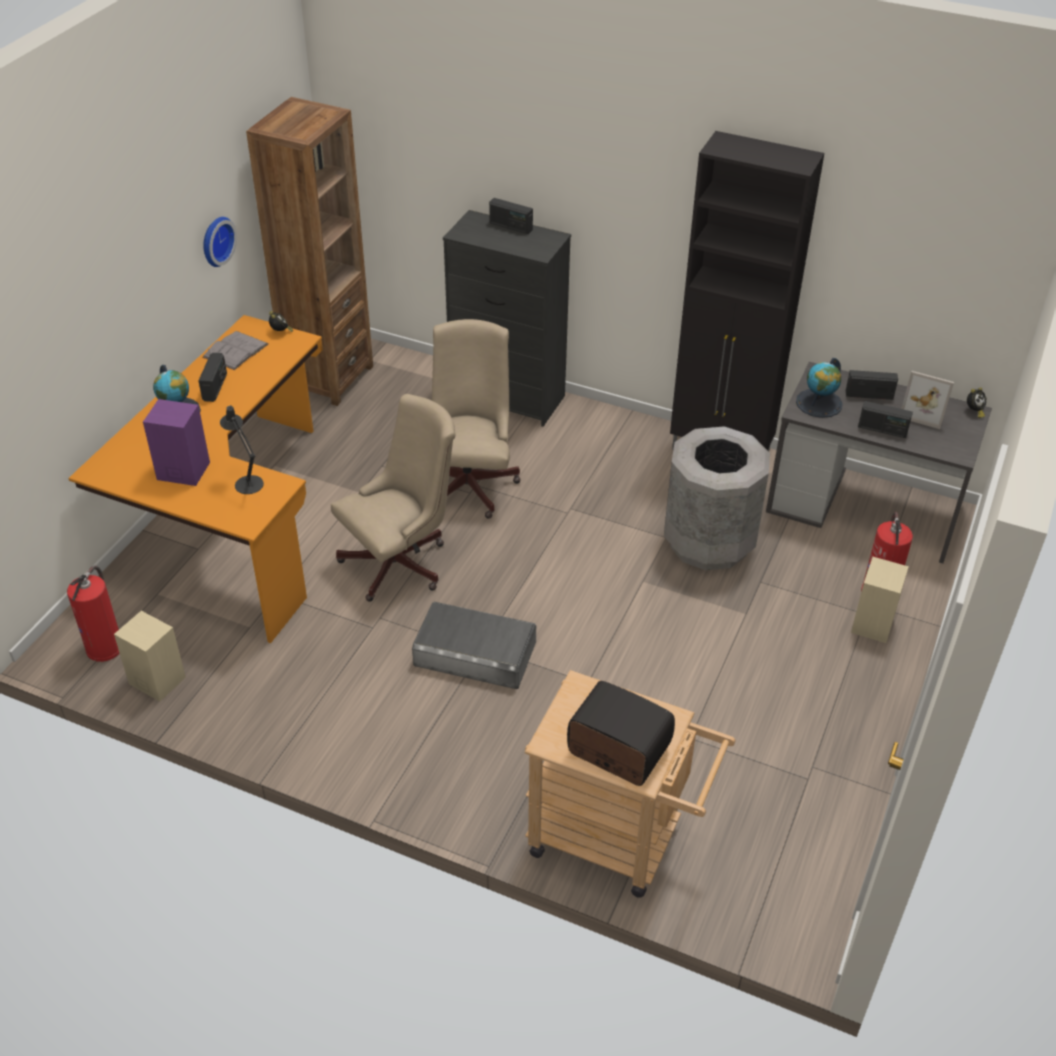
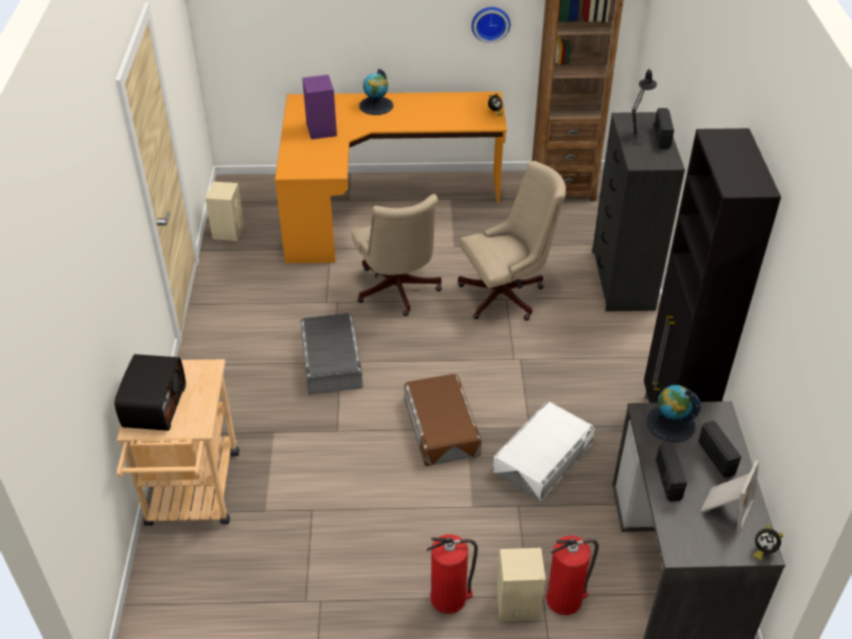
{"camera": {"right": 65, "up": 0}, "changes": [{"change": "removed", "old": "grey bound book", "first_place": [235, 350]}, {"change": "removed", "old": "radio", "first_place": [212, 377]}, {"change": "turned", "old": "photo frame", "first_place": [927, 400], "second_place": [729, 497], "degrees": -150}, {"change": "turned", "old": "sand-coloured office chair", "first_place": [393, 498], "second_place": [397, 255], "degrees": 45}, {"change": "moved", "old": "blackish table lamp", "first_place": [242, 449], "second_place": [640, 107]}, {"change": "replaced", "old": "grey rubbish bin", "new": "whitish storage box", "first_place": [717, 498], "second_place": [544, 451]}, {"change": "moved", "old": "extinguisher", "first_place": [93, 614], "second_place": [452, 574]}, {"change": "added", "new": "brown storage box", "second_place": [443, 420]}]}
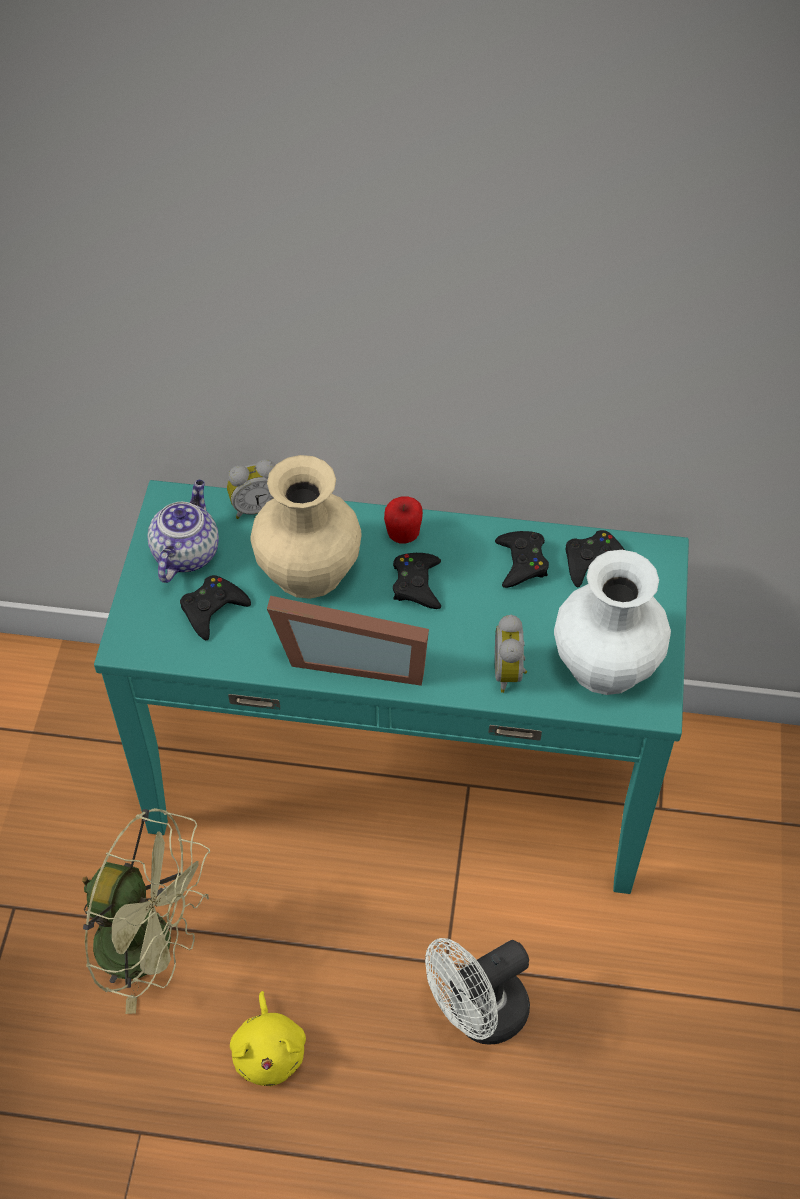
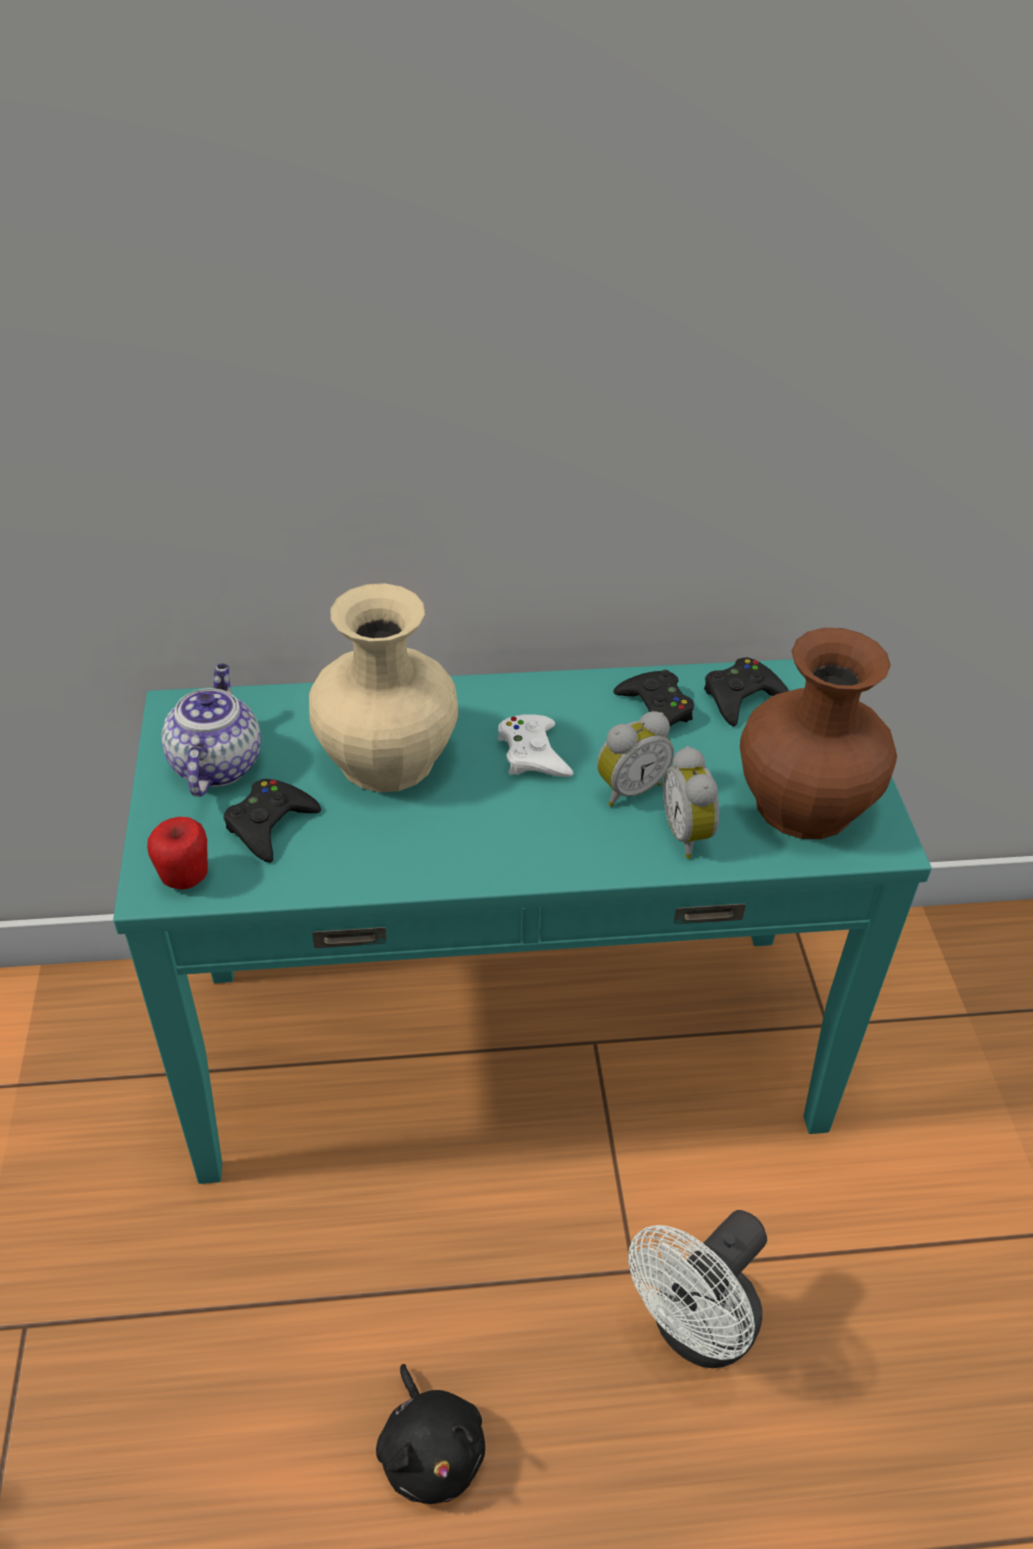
{"camera": {"right": -15, "up": -10}, "changes": [{"change": "moved", "old": "alarm clock", "first_place": [251, 489], "second_place": [635, 759]}, {"change": "moved", "old": "whole apple", "first_place": [403, 519], "second_place": [177, 853]}, {"change": "recoloured", "old": "whitish flower vase", "new": "brown flower vase", "first_place": [612, 622], "second_place": [818, 733]}, {"change": "recoloured", "old": "blackish game controller", "new": "whitish game controller", "first_place": [417, 581], "second_place": [535, 745]}, {"change": "removed", "old": "photo frame", "first_place": [348, 641]}, {"change": "removed", "old": "green-coloured electric fan", "first_place": [146, 911]}, {"change": "recoloured", "old": "yellow soft toy", "new": "blackish soft toy", "first_place": [268, 1038], "second_place": [430, 1434]}]}
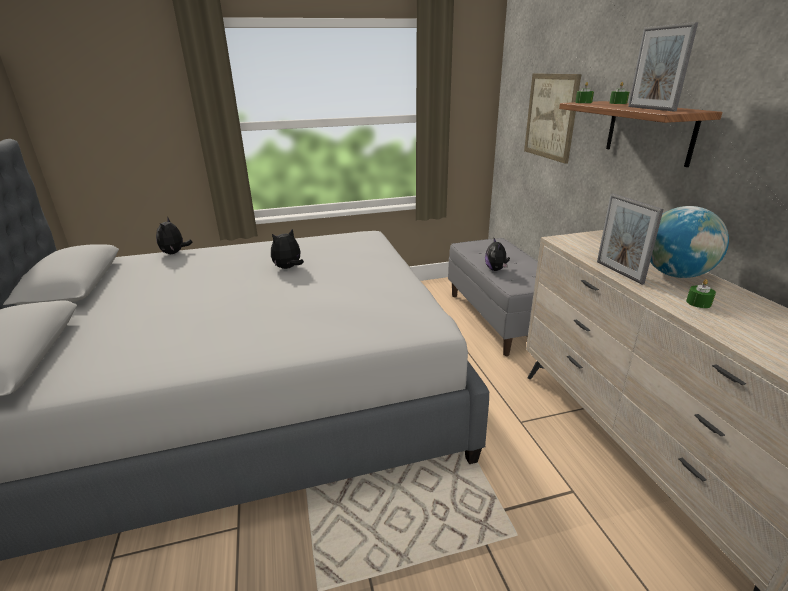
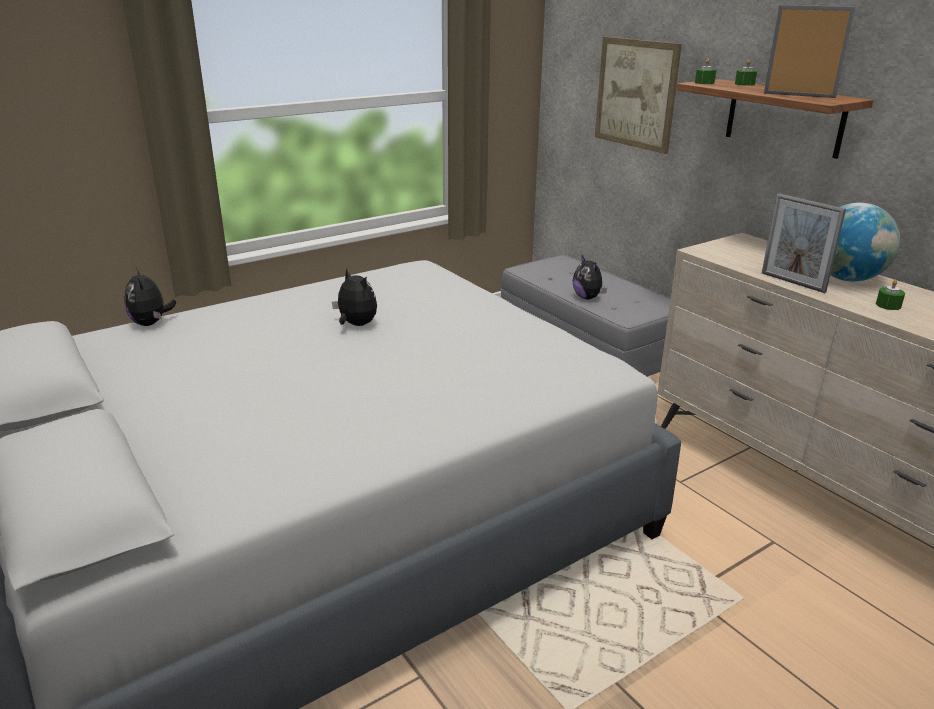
{"camera": {"right": -20, "up": 0}, "changes": [{"change": "turned", "old": "photo frame", "first_place": [663, 66], "second_place": [810, 51], "degrees": 150}, {"change": "turned", "old": "soft toy", "first_place": [287, 248], "second_place": [354, 297], "degrees": 105}]}
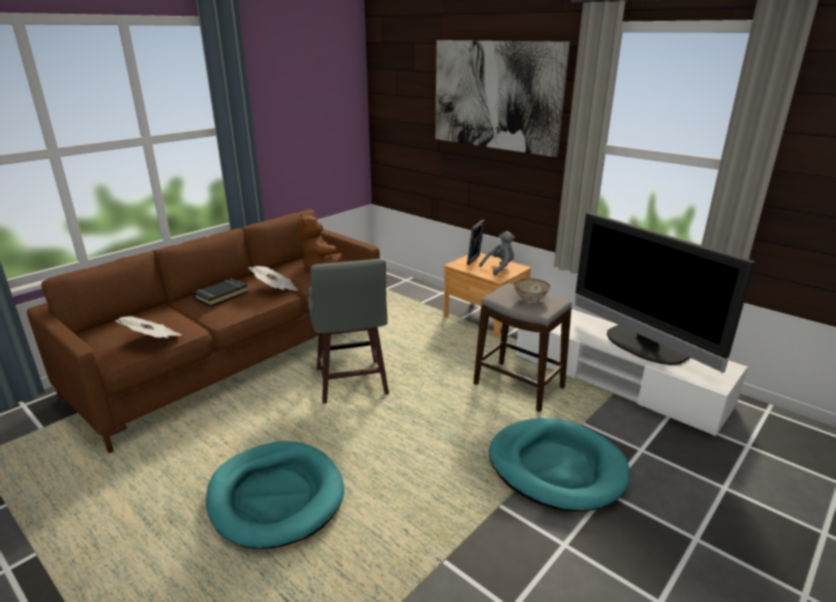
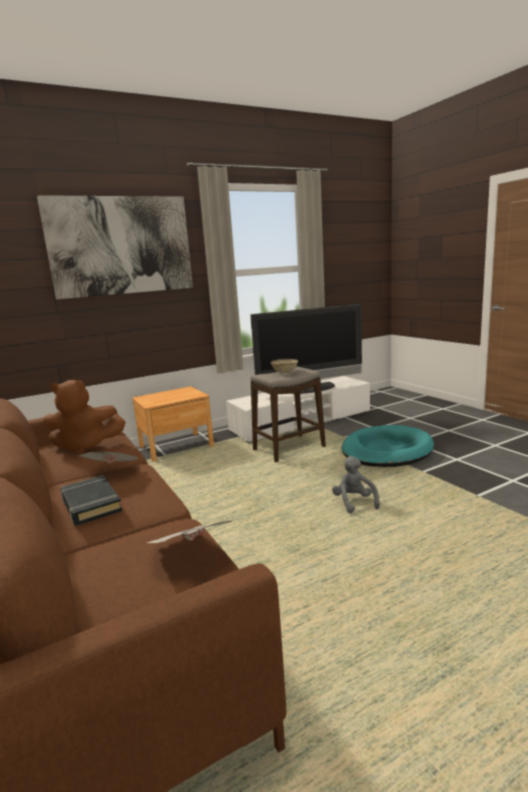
{"camera": {"right": -70, "up": -10}, "changes": [{"change": "removed", "old": "photo frame", "first_place": [476, 242]}, {"change": "moved", "old": "grey soft toy", "first_place": [497, 253], "second_place": [356, 485]}, {"change": "removed", "old": "grey stool", "first_place": [348, 331]}, {"change": "removed", "old": "blue-green pet bed", "first_place": [275, 495]}]}
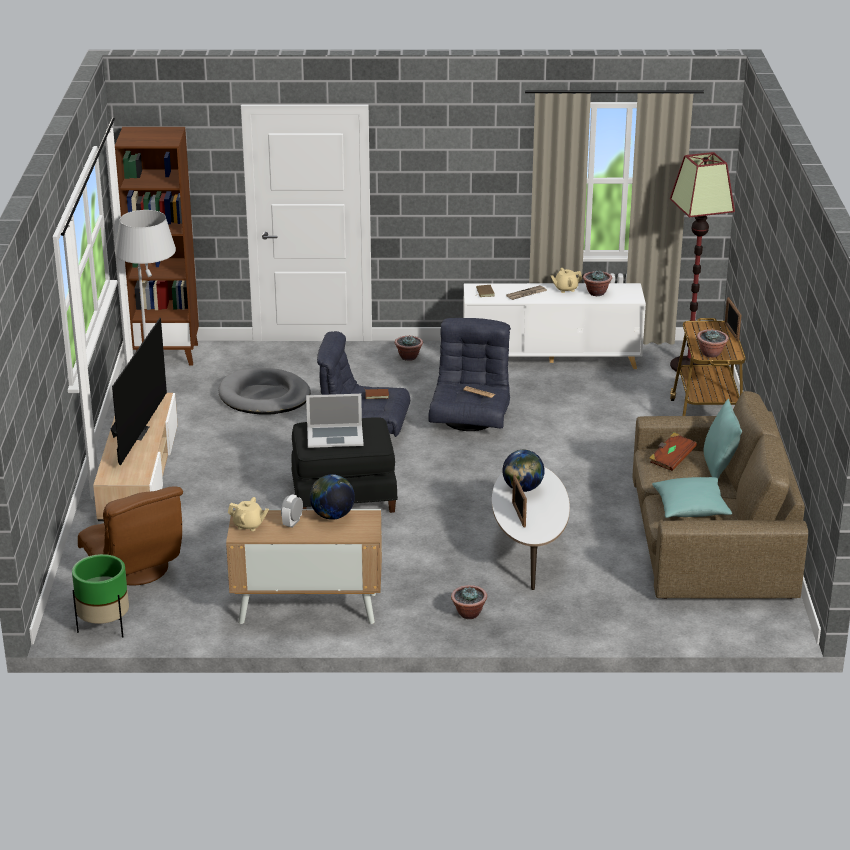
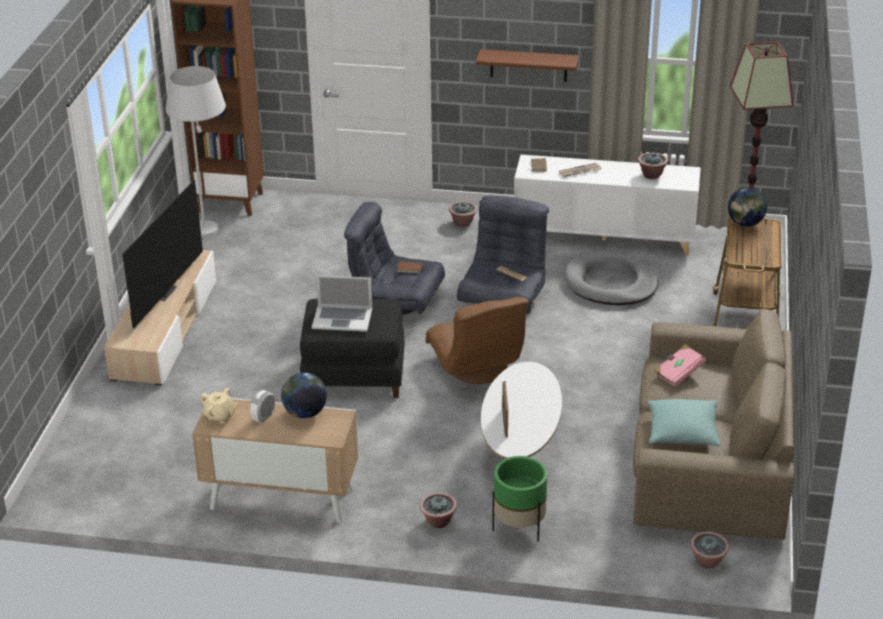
{"camera": {"right": 10, "up": 5}, "changes": [{"change": "removed", "old": "sand-coloured pot for tea", "first_place": [566, 280]}, {"change": "removed", "old": "photo frame", "first_place": [733, 319]}, {"change": "moved", "old": "plant in a pot", "first_place": [713, 343], "second_place": [710, 550]}, {"change": "moved", "old": "grey pet bed", "first_place": [264, 391], "second_place": [611, 279]}, {"change": "removed", "old": "blue-green pillow", "first_place": [723, 438]}, {"change": "recoloured", "old": "brown bound book", "new": "pink bound book", "first_place": [673, 451], "second_place": [680, 365]}, {"change": "moved", "old": "world globe", "first_place": [523, 470], "second_place": [747, 207]}, {"change": "moved", "old": "brown easy chair", "first_place": [130, 536], "second_place": [477, 340]}, {"change": "moved", "old": "green-coloured flower pot", "first_place": [100, 596], "second_place": [519, 499]}, {"change": "added", "new": "brown bracket shelf", "second_place": [527, 65]}]}
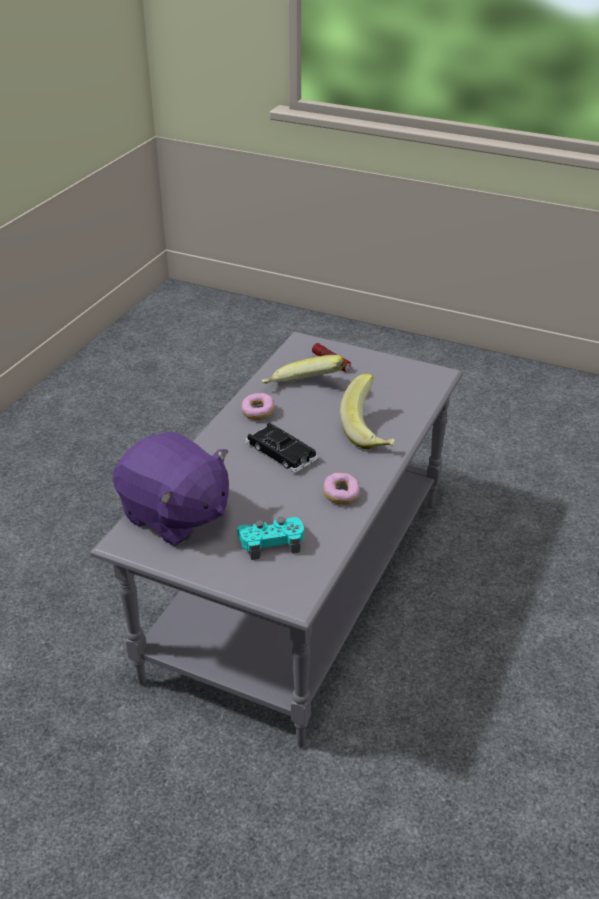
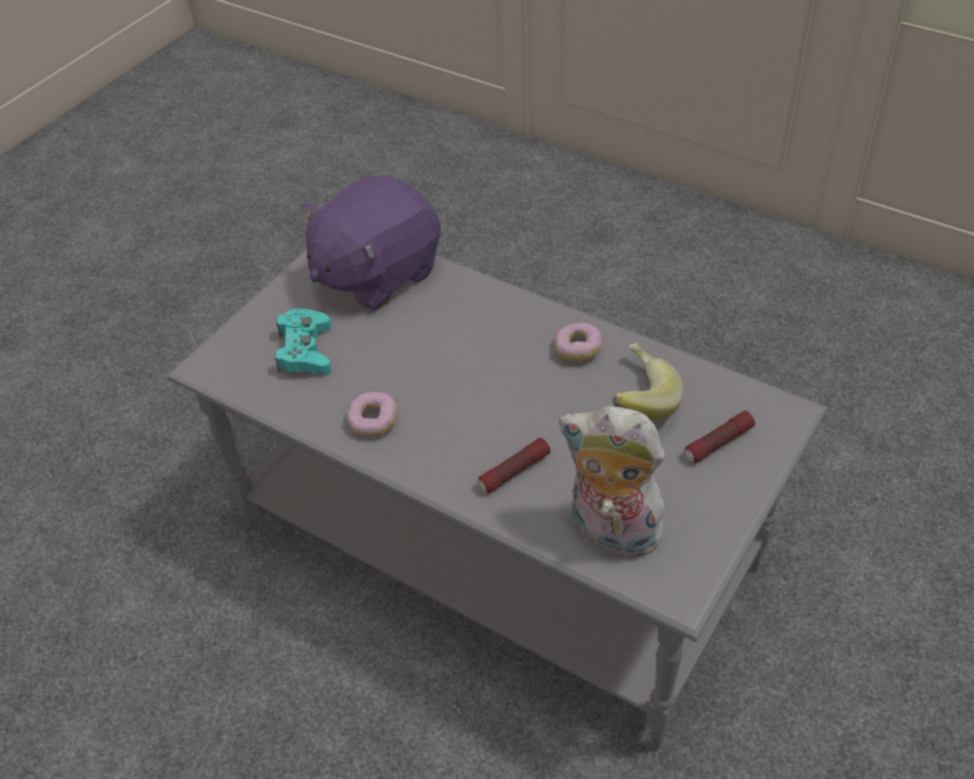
{"camera": {"right": 100, "up": 10}, "changes": [{"change": "replaced", "old": "whole banana", "new": "torch", "first_place": [367, 411], "second_place": [514, 465]}, {"change": "removed", "old": "blackish miniature car", "first_place": [281, 448]}, {"change": "added", "new": "soft toy", "second_place": [614, 483]}]}
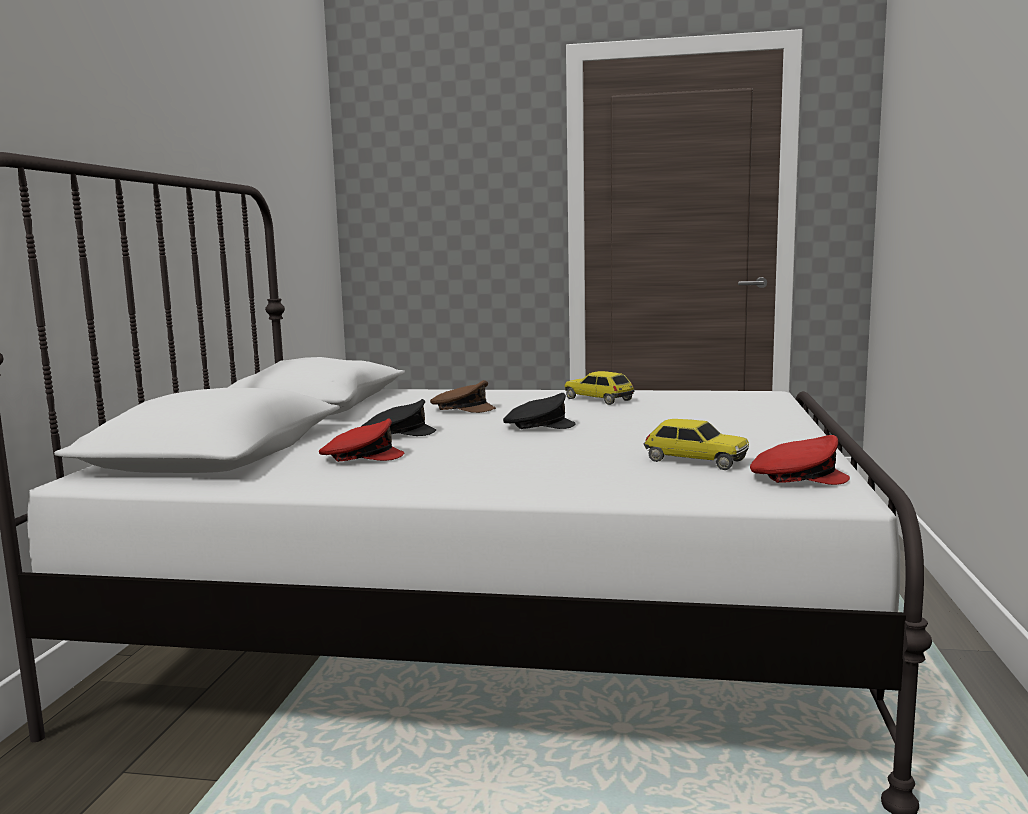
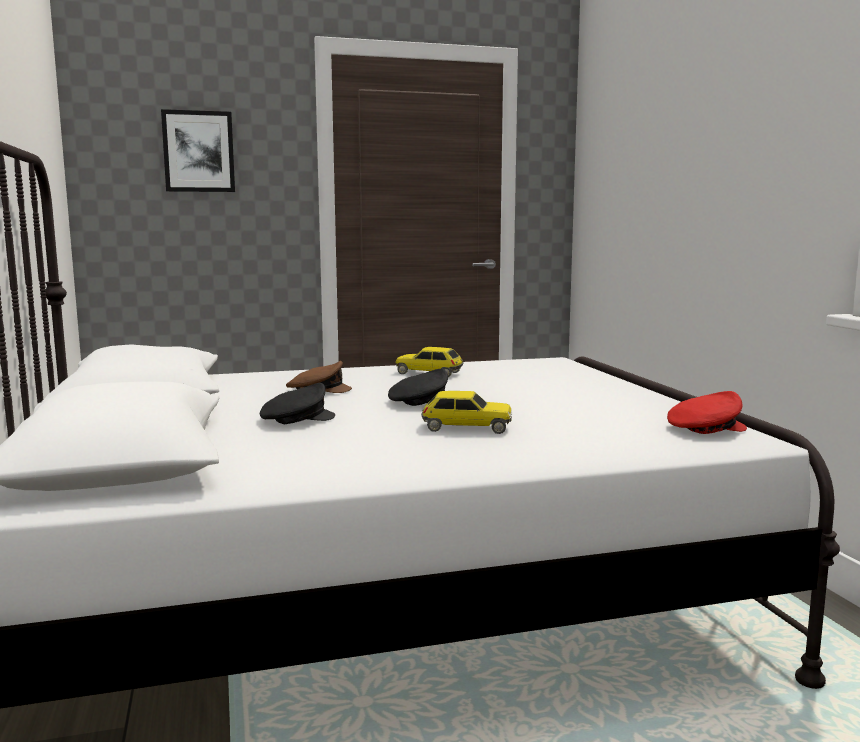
{"camera": {"right": -25, "up": 0}, "changes": [{"change": "removed", "old": "red-coloured peaked cap", "first_place": [362, 440]}, {"change": "moved", "old": "miniature car", "first_place": [696, 444], "second_place": [466, 412]}, {"change": "added", "new": "wall picture", "second_place": [198, 150]}]}
